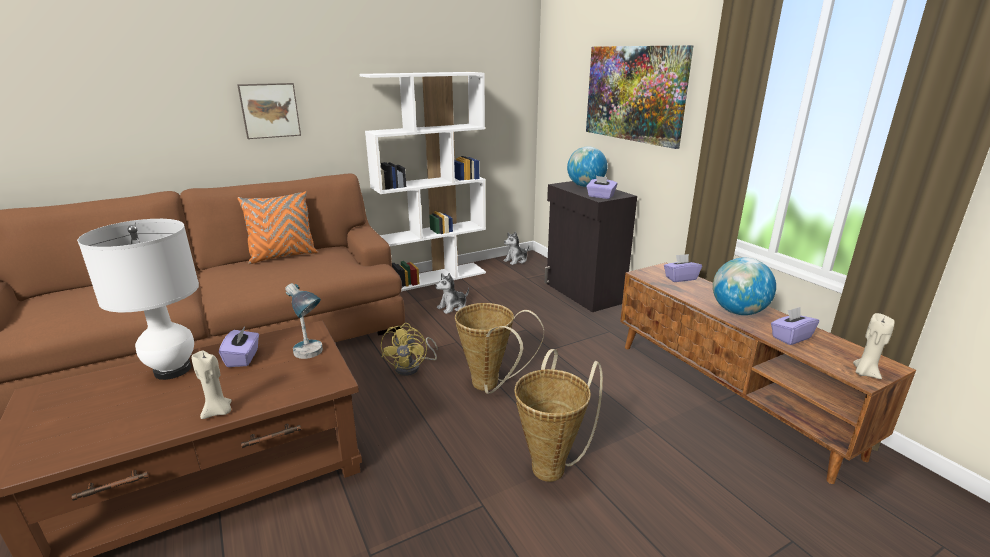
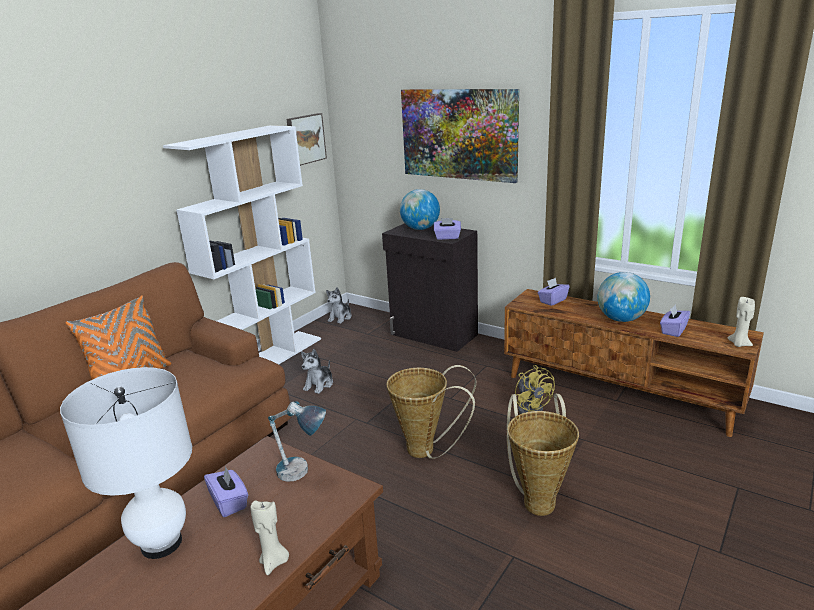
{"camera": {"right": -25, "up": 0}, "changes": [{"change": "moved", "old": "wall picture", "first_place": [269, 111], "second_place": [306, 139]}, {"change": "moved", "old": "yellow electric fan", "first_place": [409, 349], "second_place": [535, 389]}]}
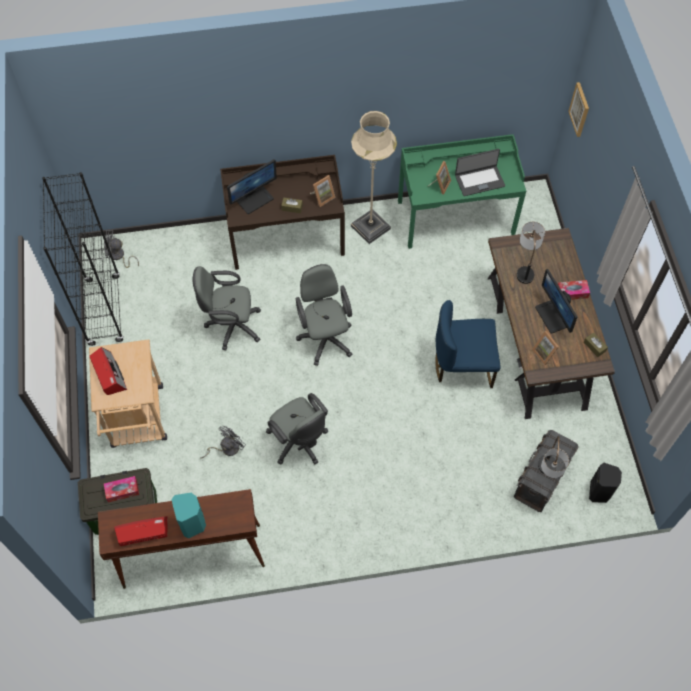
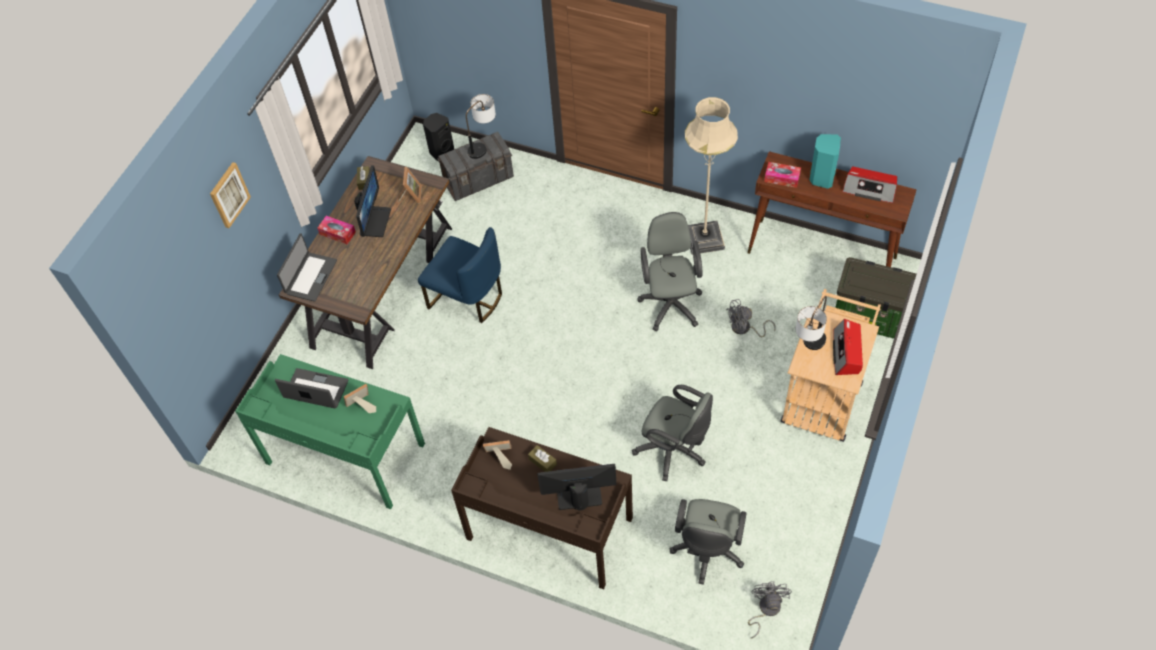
{"camera": {"right": -145, "up": -5}, "changes": [{"change": "moved", "old": "wall picture", "first_place": [578, 109], "second_place": [230, 195]}, {"change": "moved", "old": "sand-coloured floor lamp", "first_place": [374, 177], "second_place": [711, 176]}, {"change": "removed", "old": "blackish bookshelf", "first_place": [83, 259]}, {"change": "moved", "old": "table lamp", "first_place": [531, 253], "second_place": [811, 323]}, {"change": "turned", "old": "grey electric fan", "first_place": [121, 249], "second_place": [770, 610], "degrees": -120}, {"change": "moved", "old": "grey office chair", "first_place": [324, 315], "second_place": [708, 542]}, {"change": "moved", "old": "tissue holder", "first_place": [121, 489], "second_place": [782, 175]}, {"change": "added", "new": "notebook computer", "second_place": [307, 267]}]}
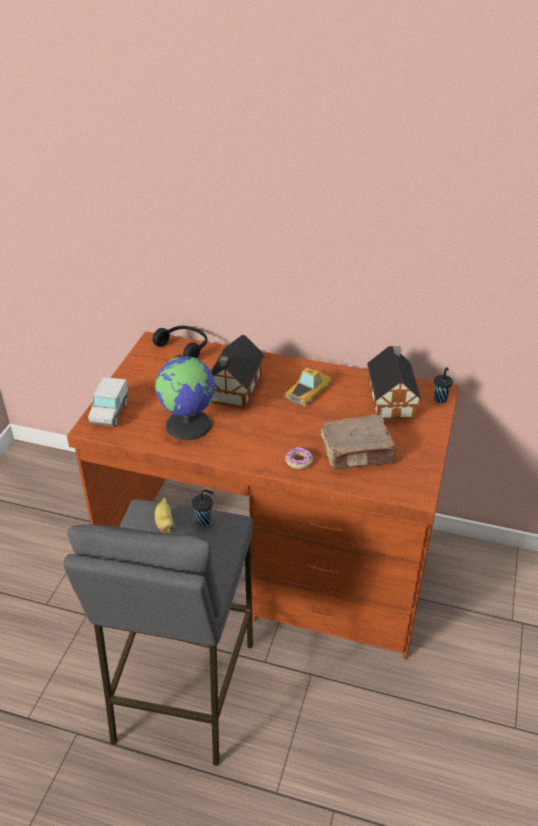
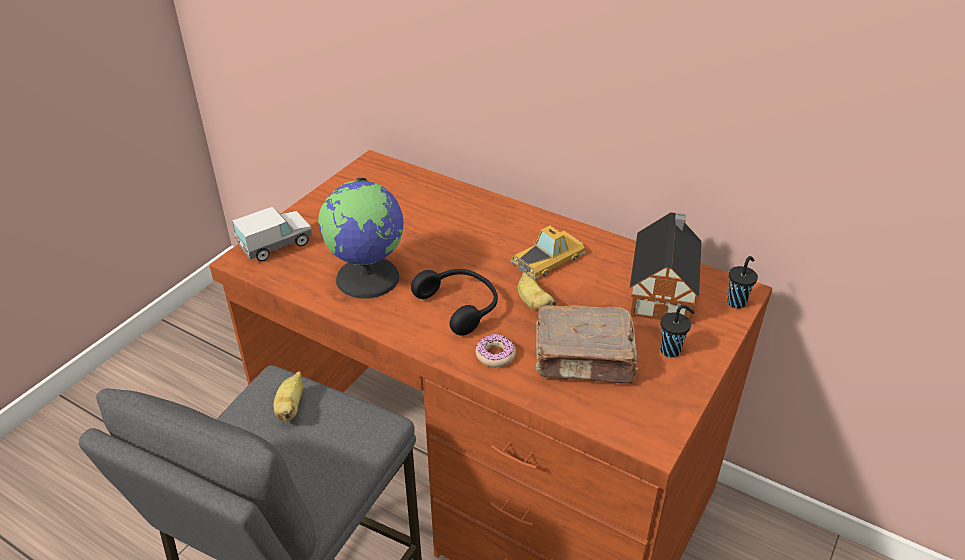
{"camera": {"right": 15, "up": 0}, "changes": [{"change": "moved", "old": "blackish headphones", "first_place": [180, 342], "second_place": [454, 302]}, {"change": "removed", "old": "model house", "first_place": [238, 371]}, {"change": "turned", "old": "model truck", "first_place": [108, 401], "second_place": [272, 234], "degrees": -150}, {"change": "moved", "old": "blackish small cup", "first_place": [203, 508], "second_place": [677, 331]}, {"change": "added", "new": "whole banana", "second_place": [537, 292]}]}
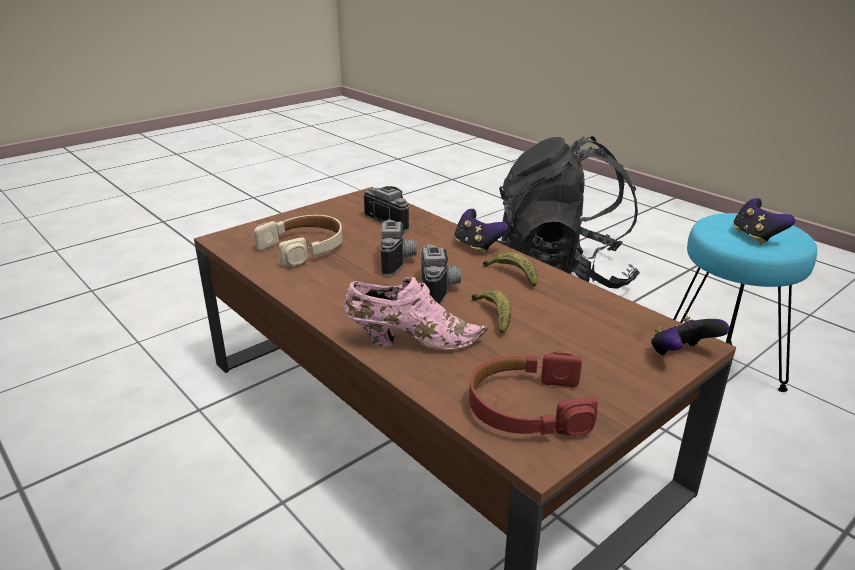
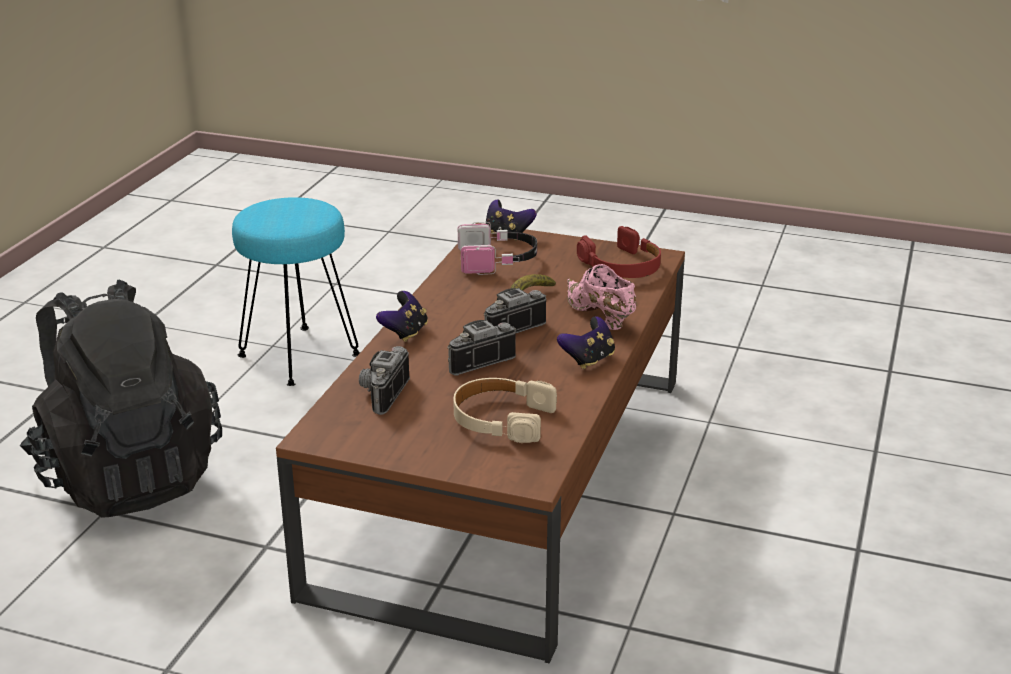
{"camera": {"right": -120, "up": 0}, "changes": [{"change": "moved", "old": "game controller", "first_place": [764, 221], "second_place": [586, 342]}, {"change": "removed", "old": "whole banana", "first_place": [510, 269]}, {"change": "added", "new": "headphones", "second_place": [497, 248]}]}
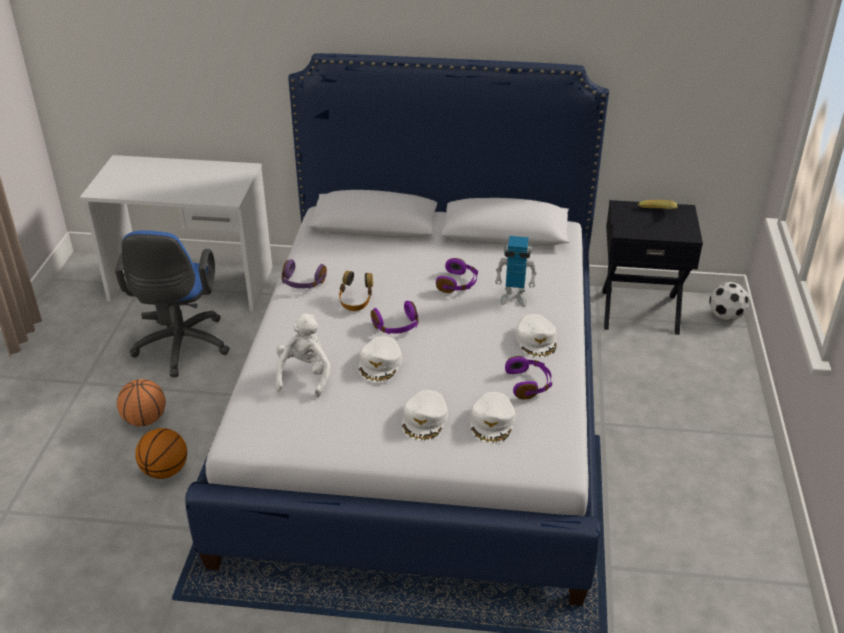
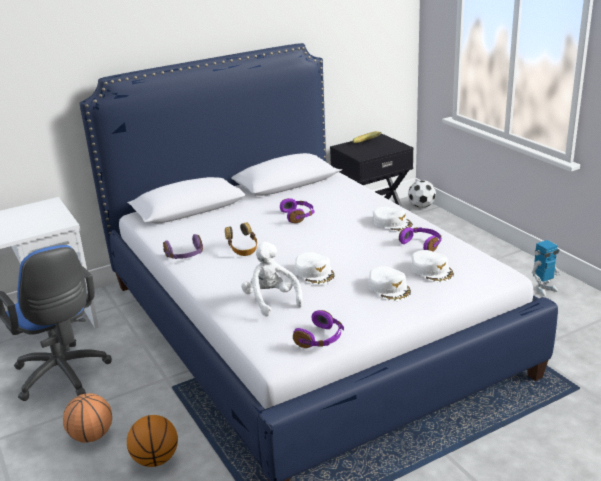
{"camera": {"right": -35, "up": -10}, "changes": [{"change": "moved", "old": "toy robot", "first_place": [516, 271], "second_place": [546, 268]}, {"change": "moved", "old": "purple-coloured headphones", "first_place": [395, 317], "second_place": [318, 329]}]}
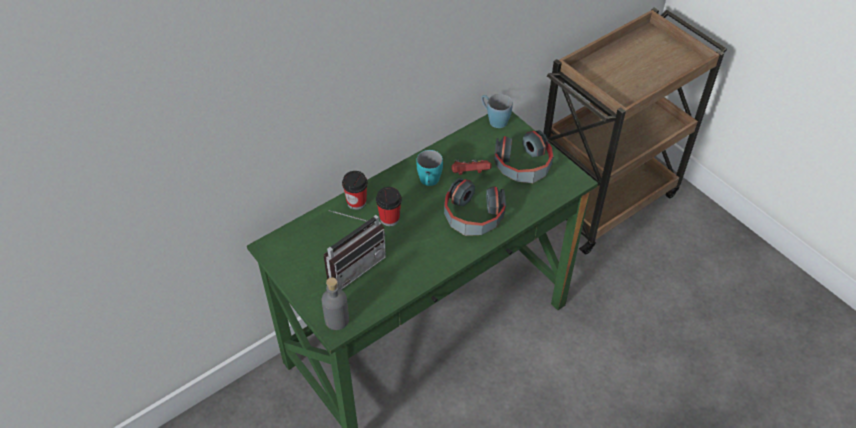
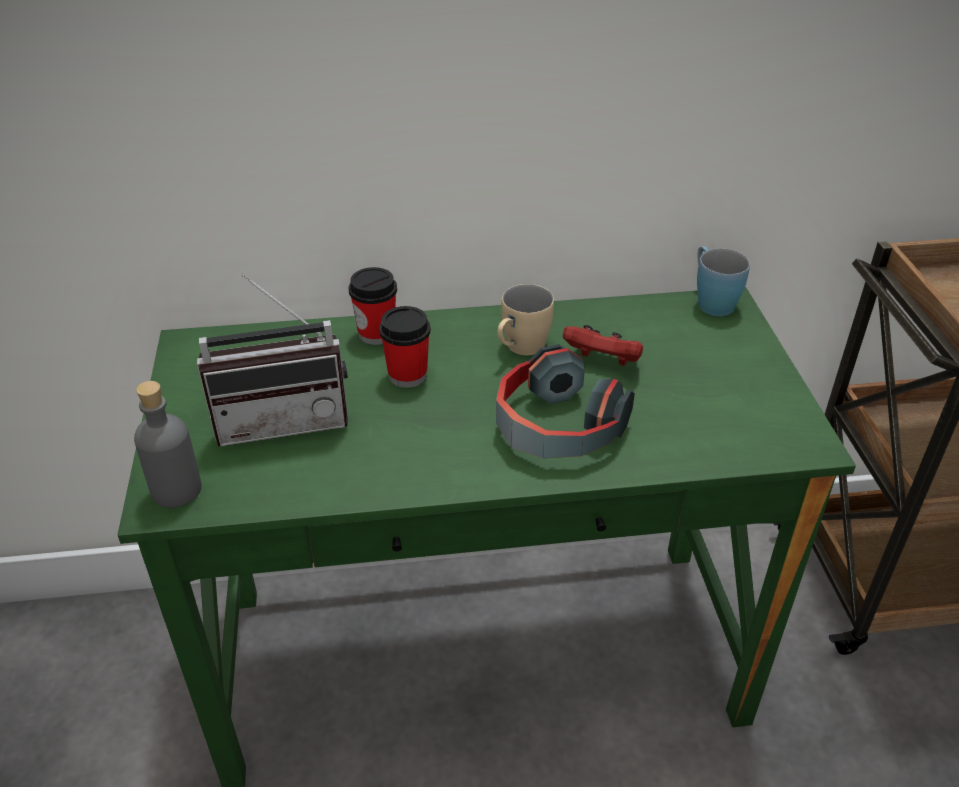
{"camera": {"right": 30, "up": -10}, "changes": [{"change": "removed", "old": "headphones", "first_place": [523, 156]}, {"change": "recoloured", "old": "blue-green tea mug", "new": "sand-coloured tea mug", "first_place": [429, 168], "second_place": [526, 319]}]}
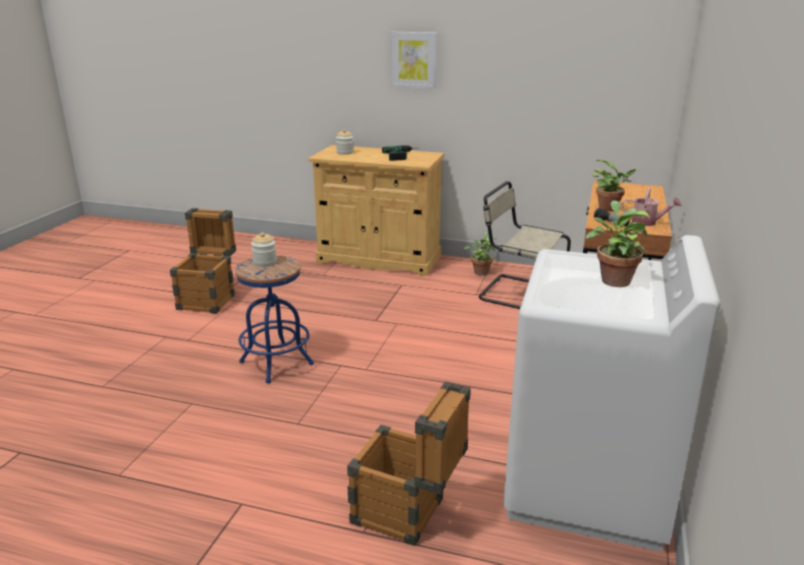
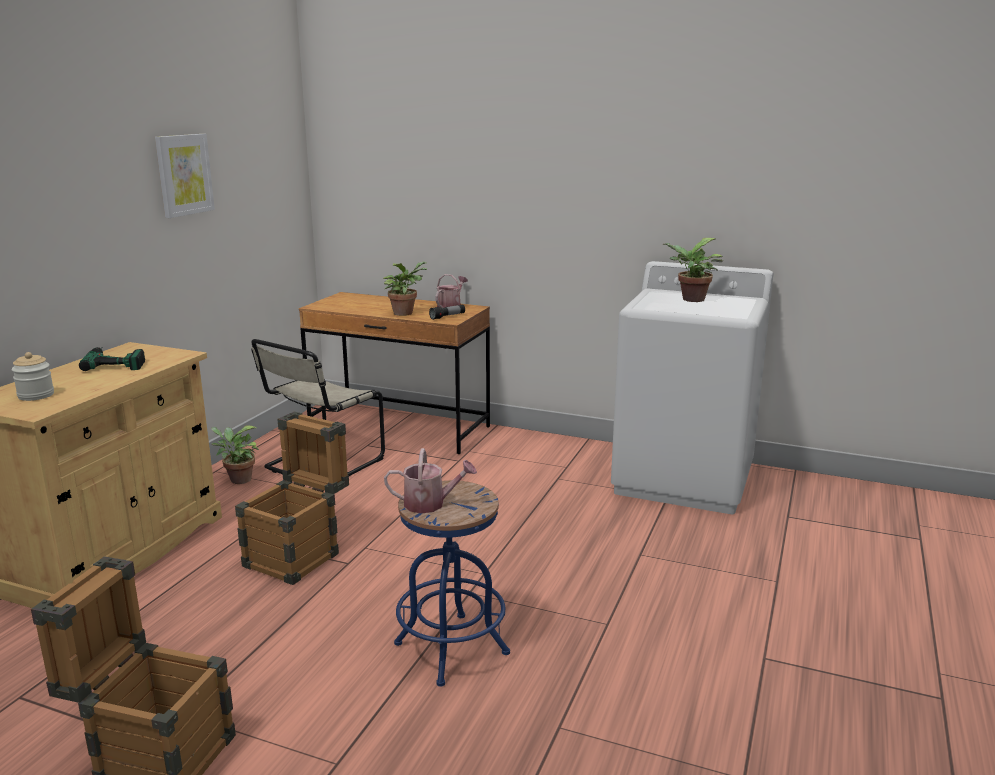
{"camera": {"right": -85, "up": -5}, "changes": [{"change": "moved", "old": "wall picture", "first_place": [414, 60], "second_place": [185, 176]}, {"change": "replaced", "old": "jar", "new": "watering pot", "first_place": [264, 249], "second_place": [430, 481]}, {"change": "moved", "old": "shipping crate", "first_place": [409, 463], "second_place": [292, 498]}]}
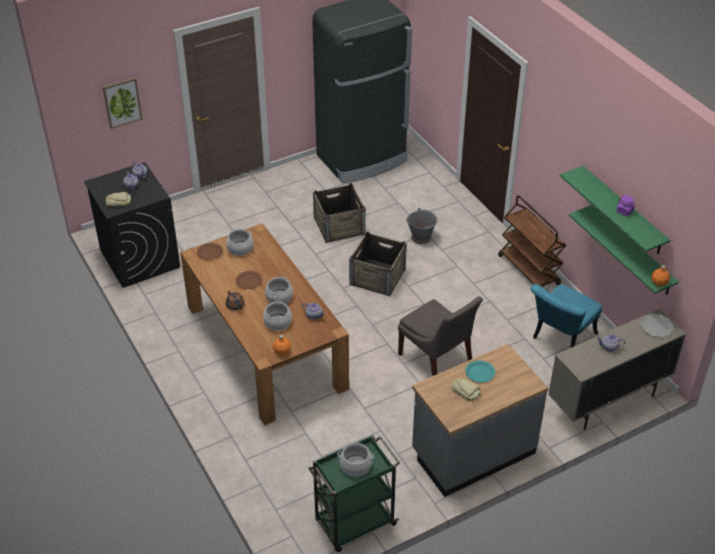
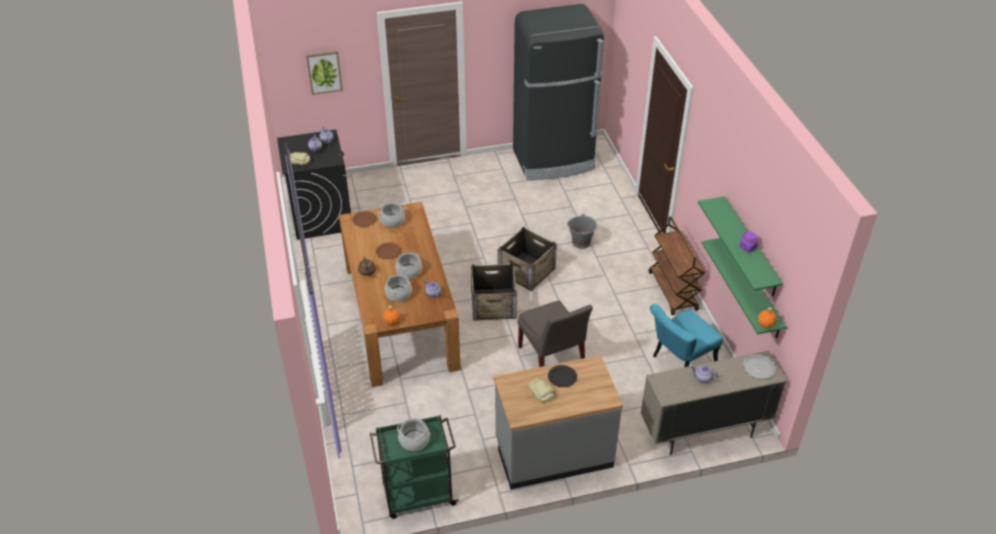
{"camera": {"right": 15, "up": 0}, "changes": [{"change": "moved", "old": "shipping crate", "first_place": [339, 213], "second_place": [494, 292]}, {"change": "recoloured", "old": "blue-green plate", "new": "blackish plate", "first_place": [480, 371], "second_place": [562, 376]}]}
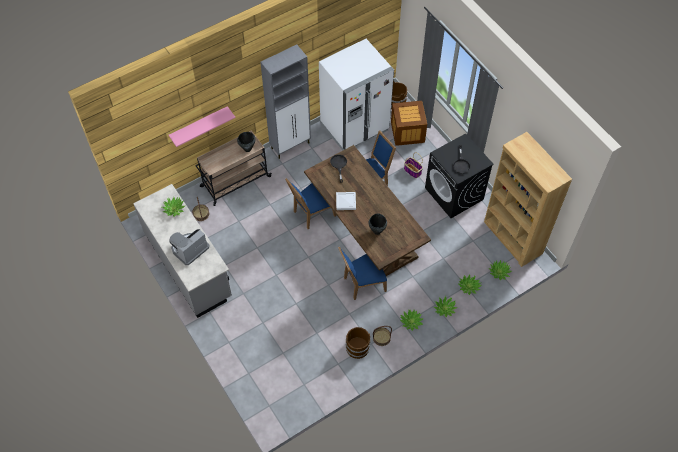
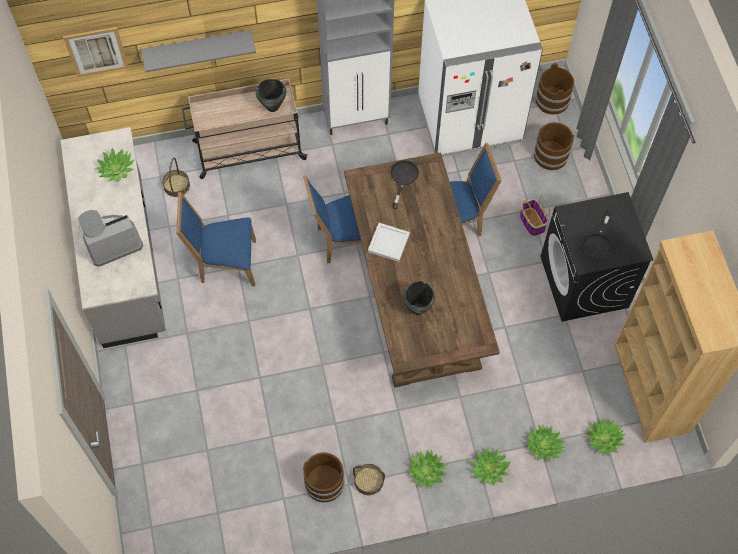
{"camera": {"right": 20, "up": 5}, "changes": [{"change": "replaced", "old": "shipping crate", "new": "brown pail", "first_place": [409, 123], "second_place": [554, 146]}, {"change": "recoloured", "old": "pink bracket shelf", "new": "grey bracket shelf", "first_place": [202, 126], "second_place": [198, 51]}, {"change": "moved", "old": "bluish chair", "first_place": [362, 273], "second_place": [216, 239]}, {"change": "added", "new": "wall picture", "second_place": [96, 52]}]}
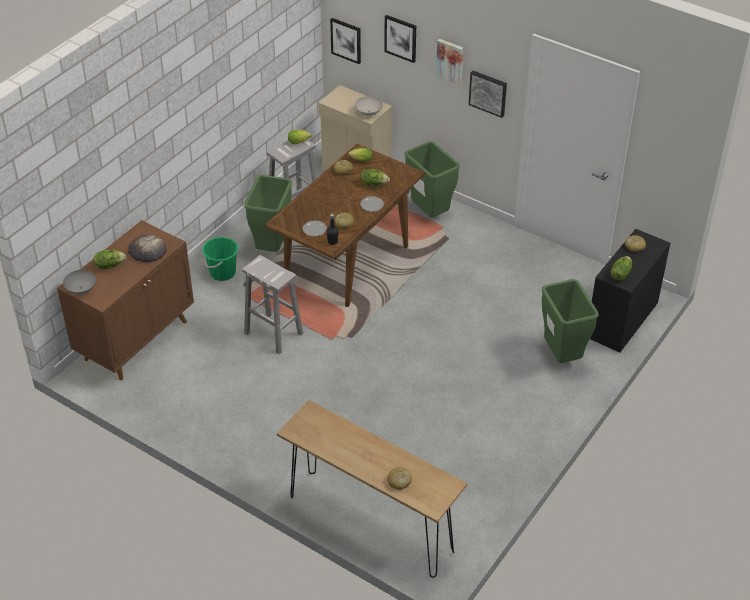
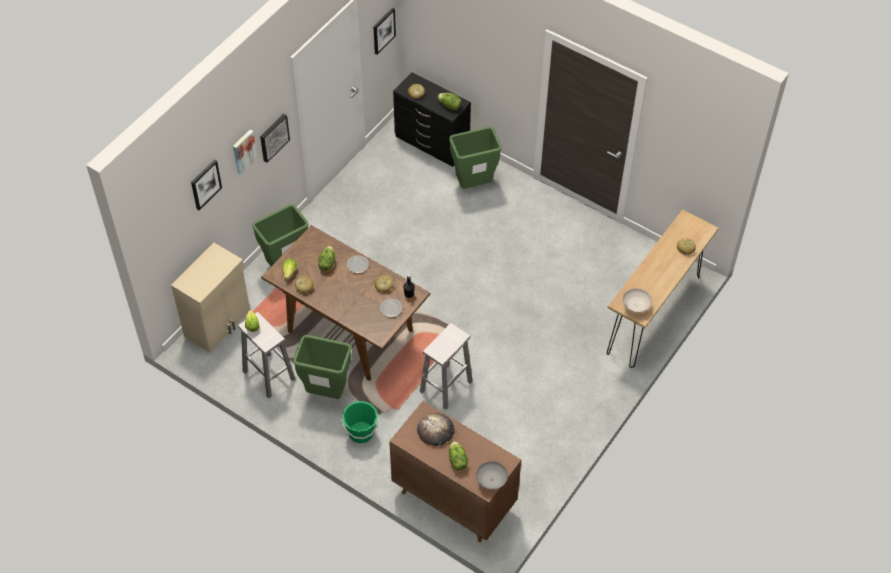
{"camera": {"right": -90, "up": 10}, "changes": [{"change": "moved", "old": "wall picture", "first_place": [345, 41], "second_place": [385, 31]}, {"change": "moved", "old": "whitish bowl", "first_place": [369, 106], "second_place": [637, 301]}]}
